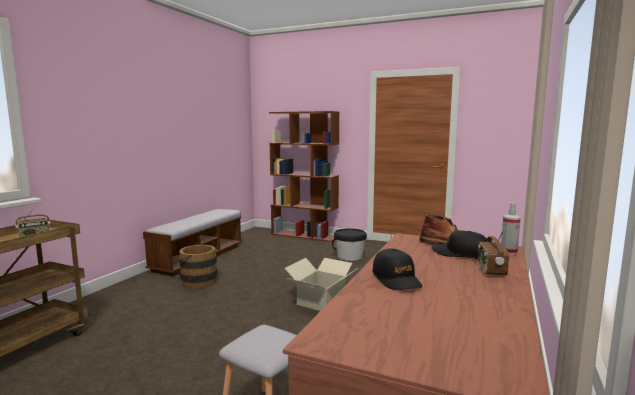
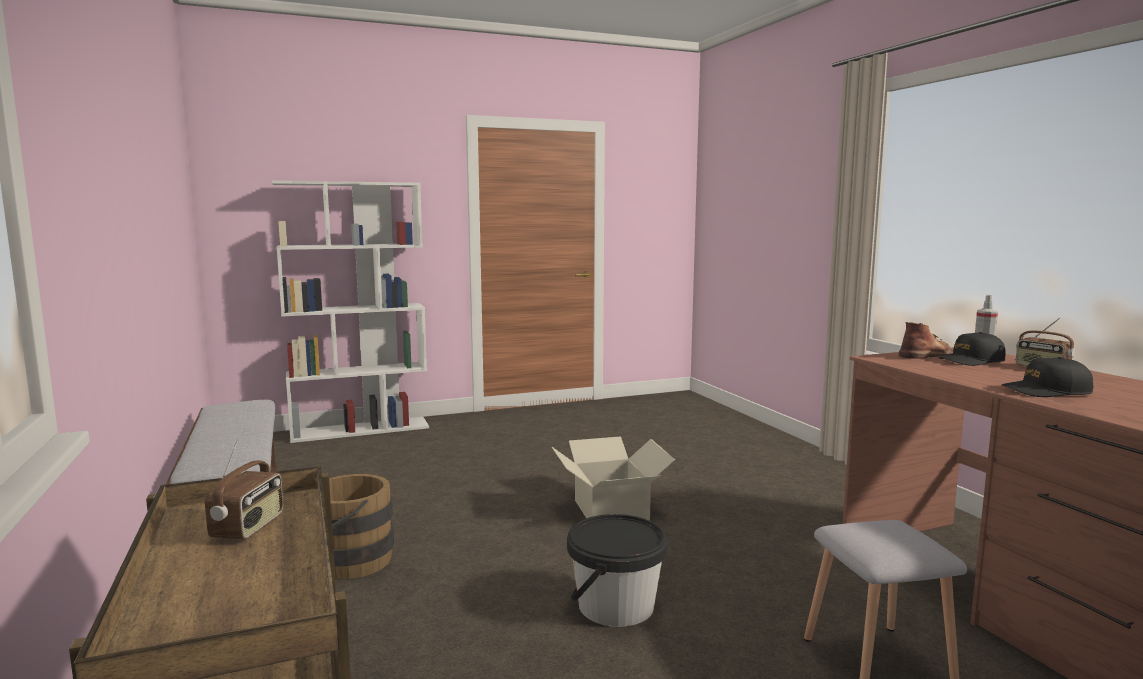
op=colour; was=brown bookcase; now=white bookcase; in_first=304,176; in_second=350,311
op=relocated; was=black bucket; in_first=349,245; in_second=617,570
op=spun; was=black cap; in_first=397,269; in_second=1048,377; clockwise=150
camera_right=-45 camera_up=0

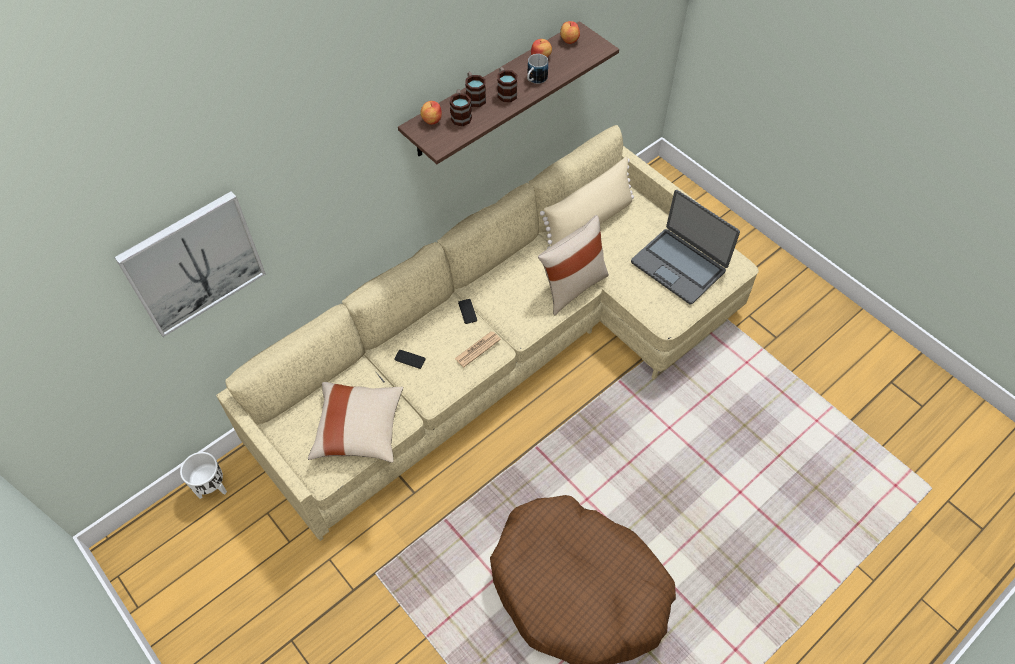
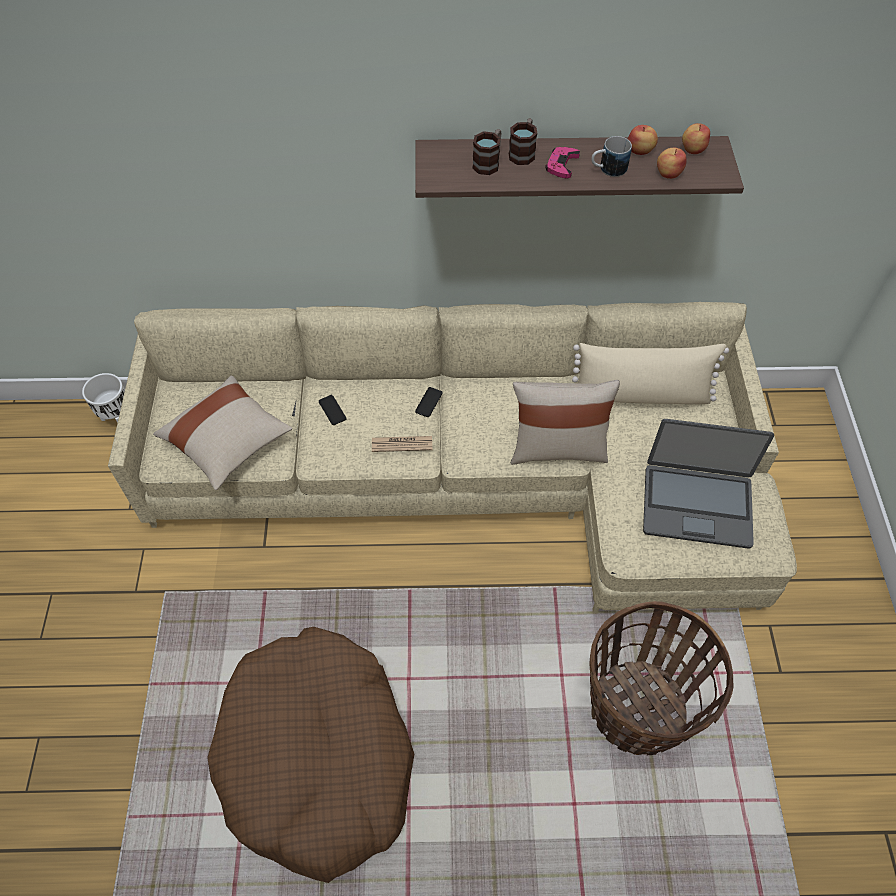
op=exchanged; was=mug; now=pink game controller; in_first=507,84; in_second=562,162
op=relocated; was=apple; in_first=431,113; in_second=671,163
op=spun; was=laptop; in_first=685,247; in_second=708,484; clockwise=-75
op=missing; was=picture; in_first=190,264
op=appeared; now=basket; in_second=661,678
camera_right=40 camera_up=0

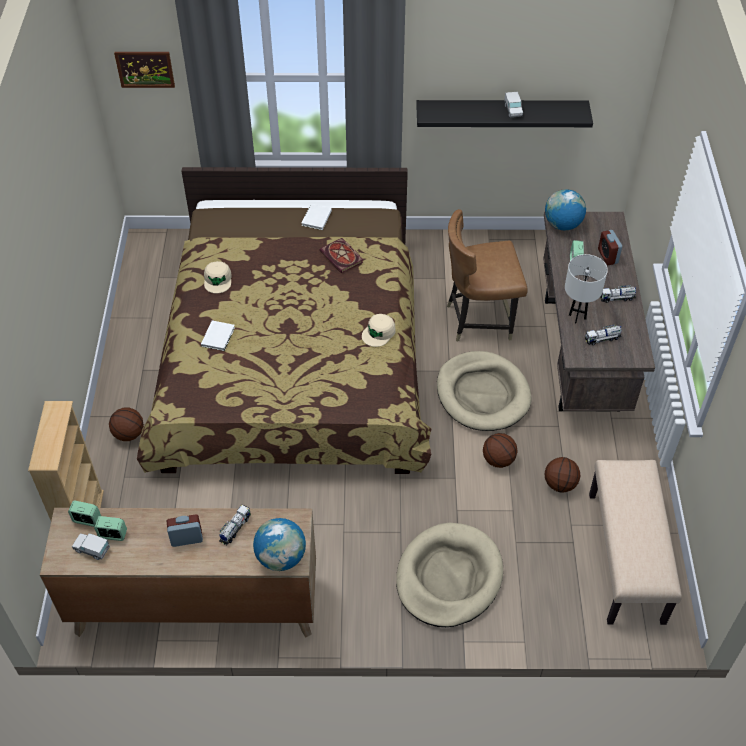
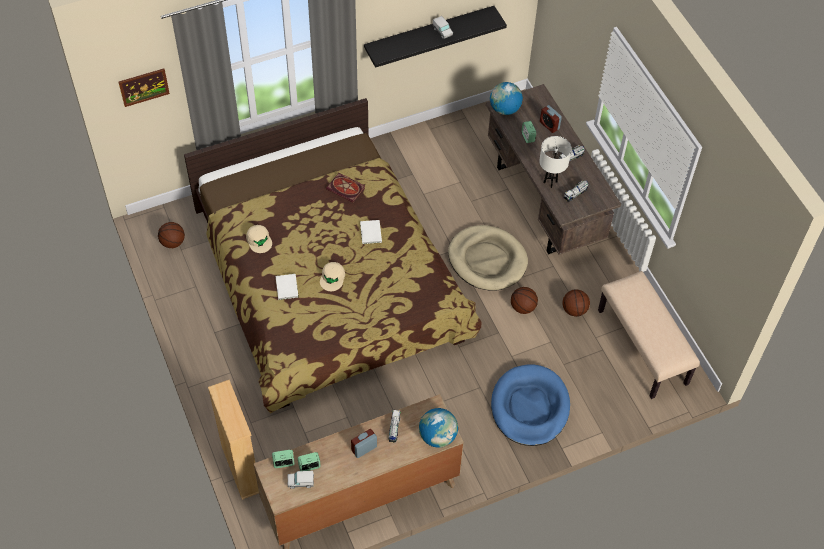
op=relocated; was=white book; in_first=317,217; in_second=371,232
op=missing; was=brown chair; in_first=487,275
op=relocated; was=beige cap; in_first=379,330; in_second=332,276
op=relocated; was=basketball; in_first=126,424; in_second=171,235
op=colour; was=beige dog bed; now=blue dog bed; in_first=449,575; in_second=530,405
camera_right=-25 camera_up=5

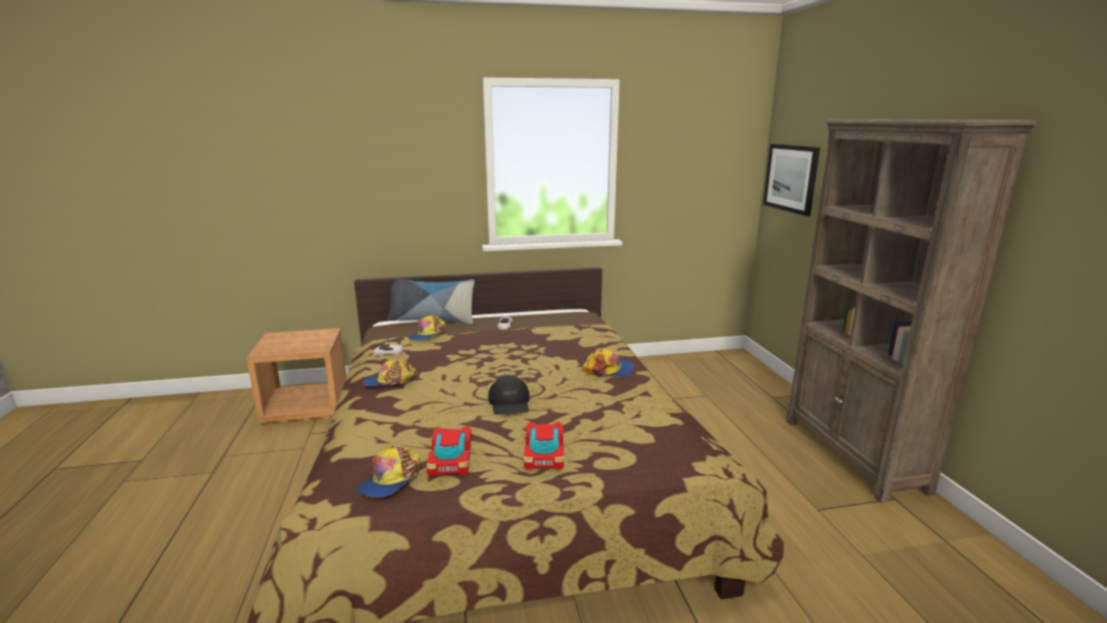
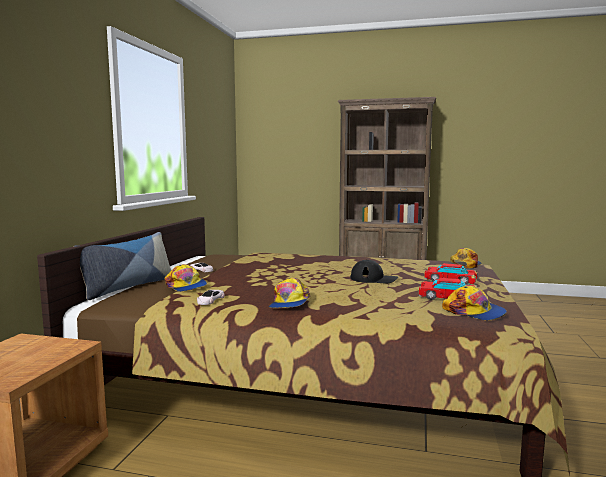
op=missing; was=picture; in_first=791,180
op=relocated; was=cap; in_first=608,362; in_second=466,258
camera_right=-65 camera_up=-10

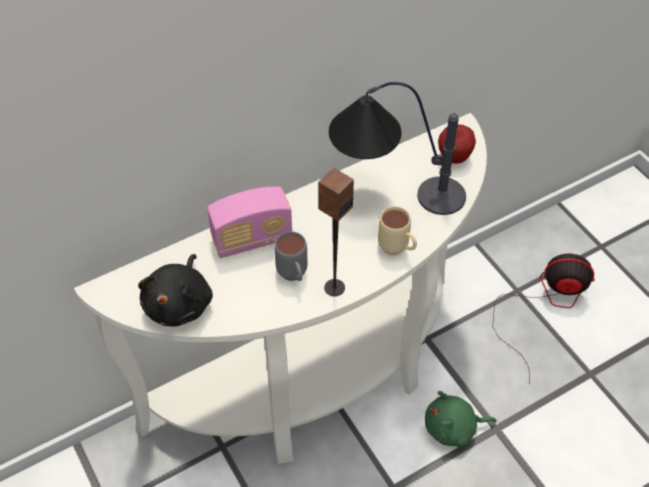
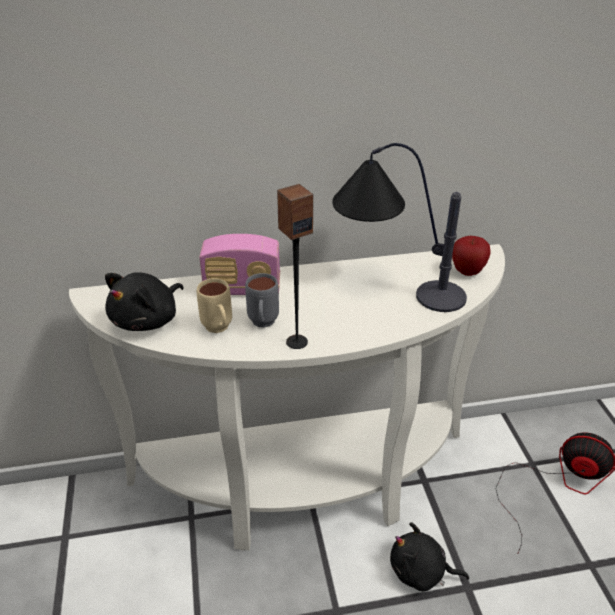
op=relocated; was=beige mug; in_first=397,230; in_second=214,305
op=colour; was=green plush toy; now=black plush toy; in_first=461,419; in_second=429,556
camera_right=20 camera_up=-15

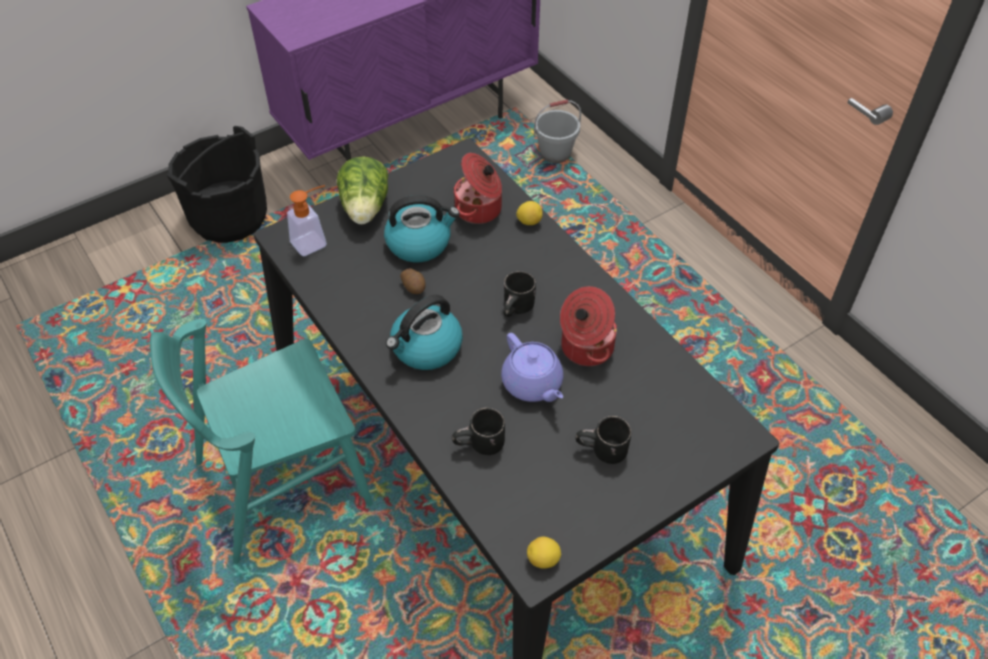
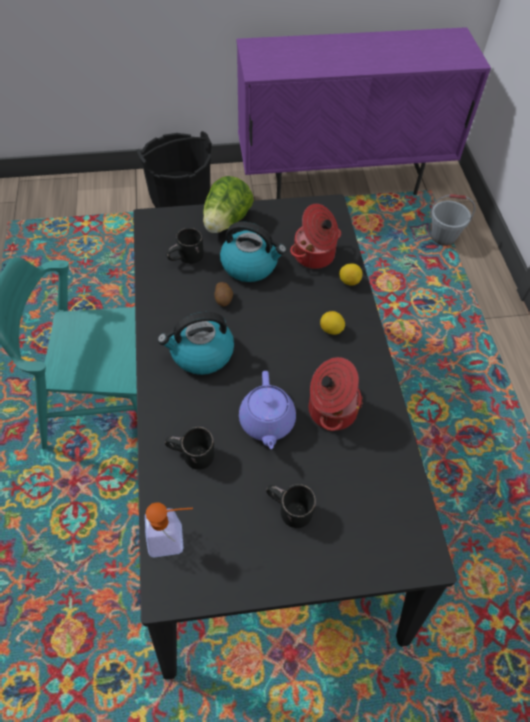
op=relocated; was=soap dispenser; in_first=307,220; in_second=169,529
op=relocated; was=black mug; in_first=519,294; in_second=185,246
op=relocated; was=lemon; in_first=544,553; in_second=332,323
camera_right=25 camera_up=5

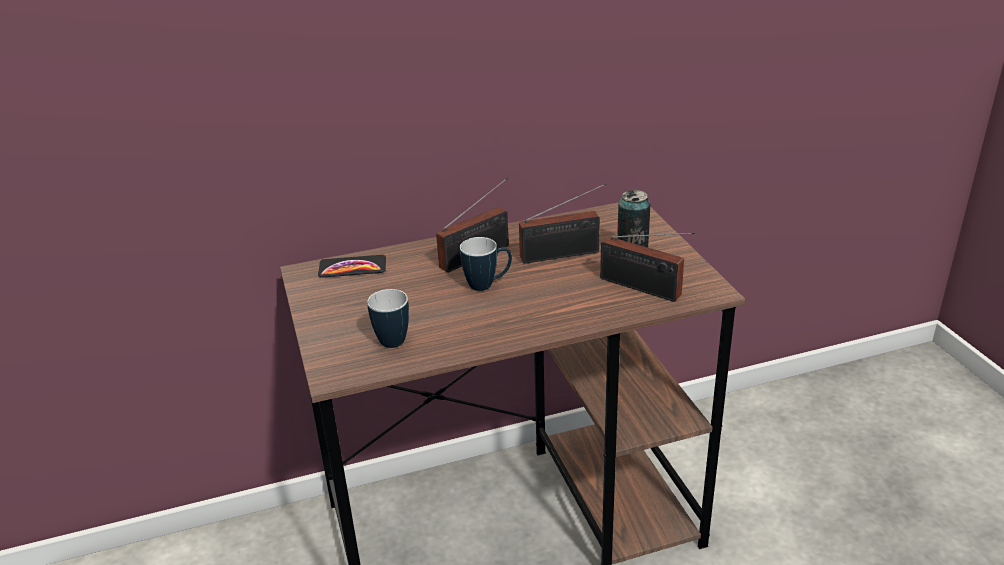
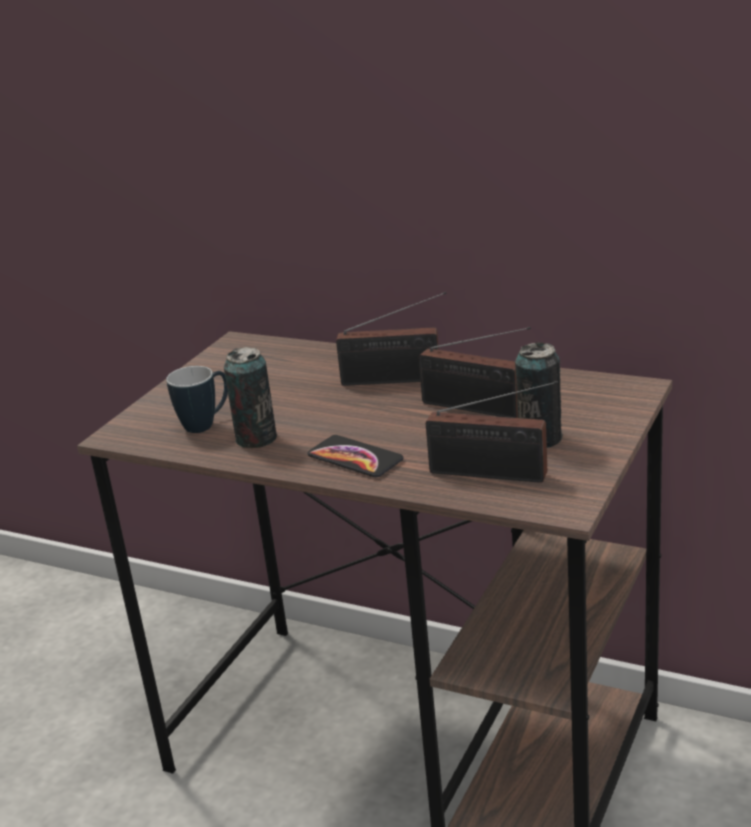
op=spun; was=radio; in_first=647,267; in_second=492,432; clockwise=-60
op=missing; was=mug; in_first=486,264
op=relocated; was=phone; in_first=352,266; in_second=356,456
op=appeared; now=can; in_second=250,397
camera_right=45 camera_up=-5

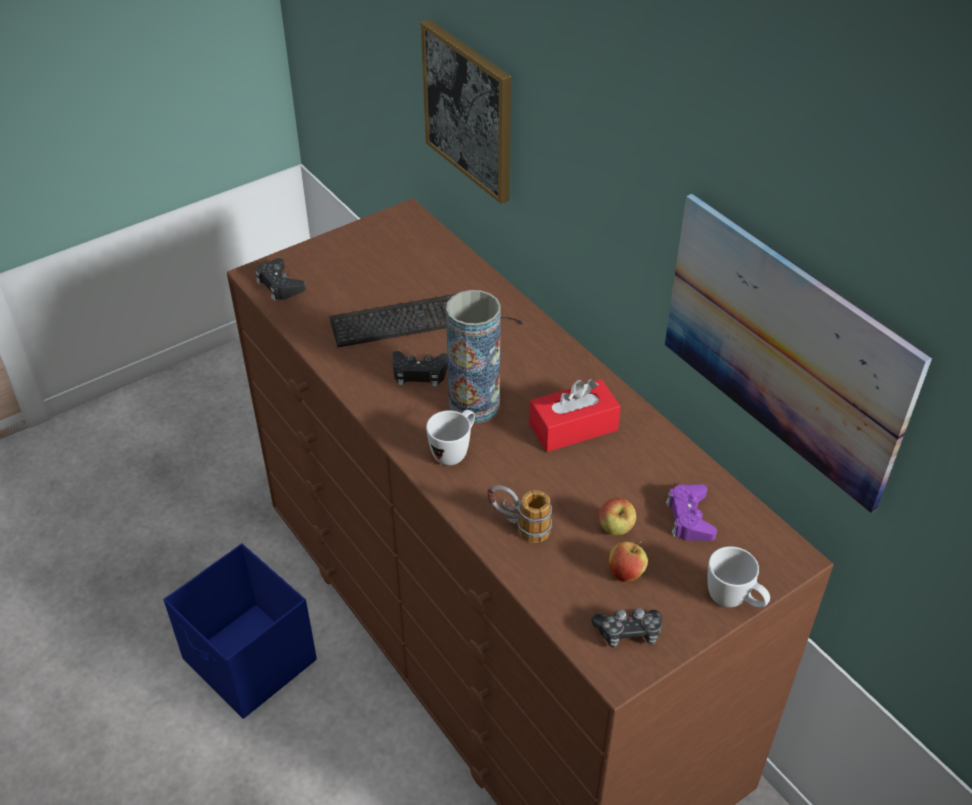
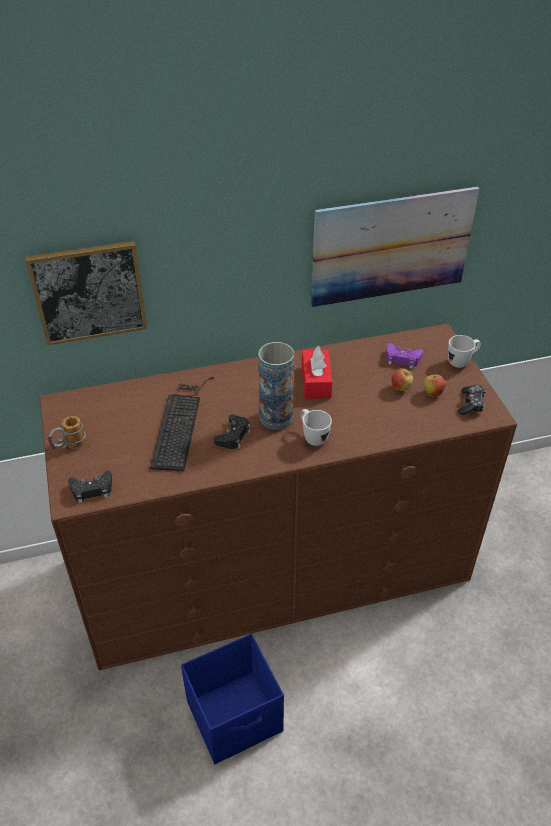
op=relocated; was=mug; in_first=519,514; in_second=67,432
camera_right=-70 camera_up=0

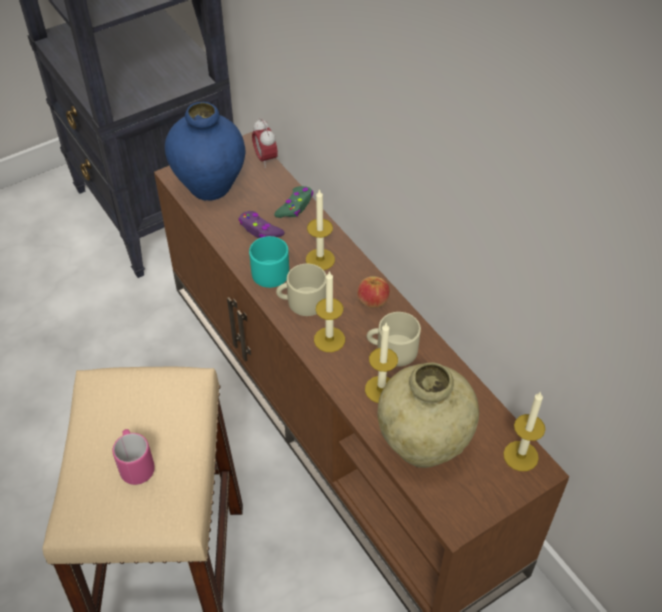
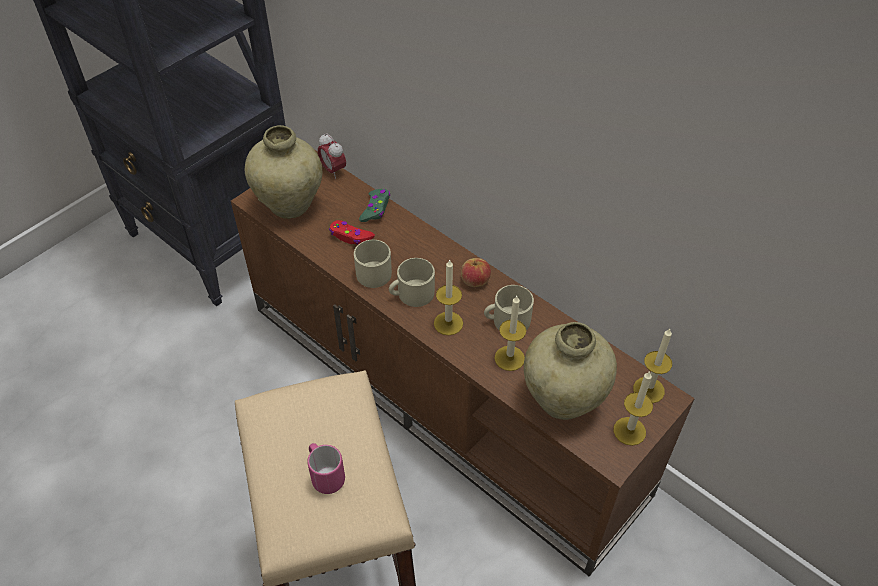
op=colour; was=blue vase; now=beige vase; in_first=205,151; in_second=283,172
op=relocated; was=candle; in_first=320,229; in_second=633,408
op=colour; was=purple game controller; now=red game controller; in_first=261,224; in_second=352,232
op=colour; was=turquoise mug; now=beige mug; in_first=269,262; in_second=373,264
camera_right=-15 camera_up=0

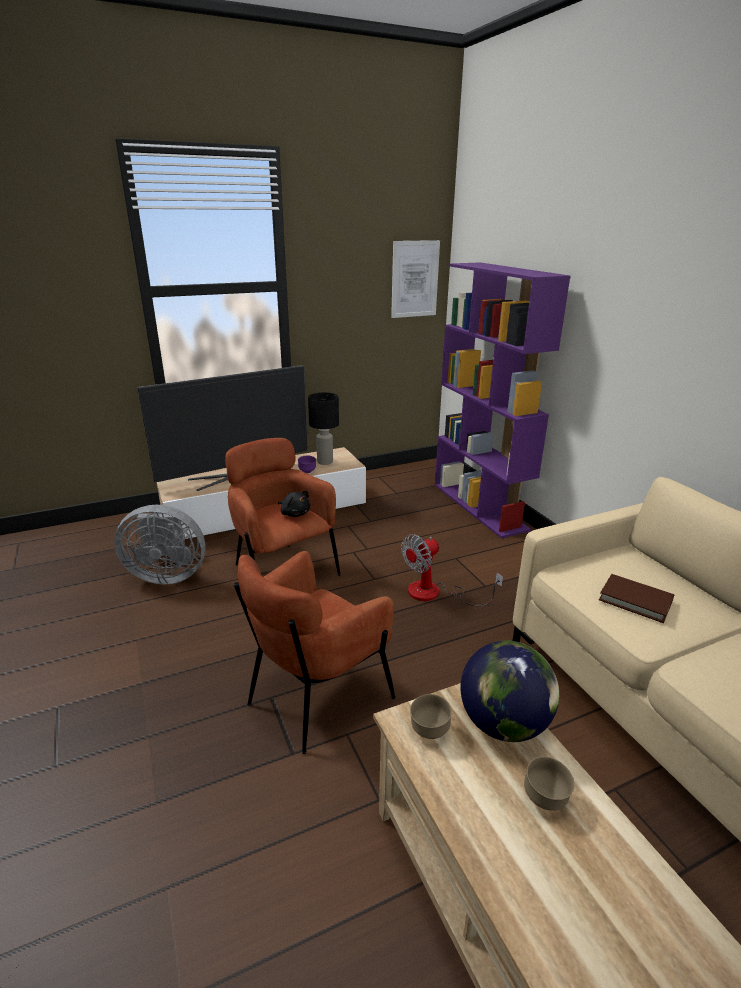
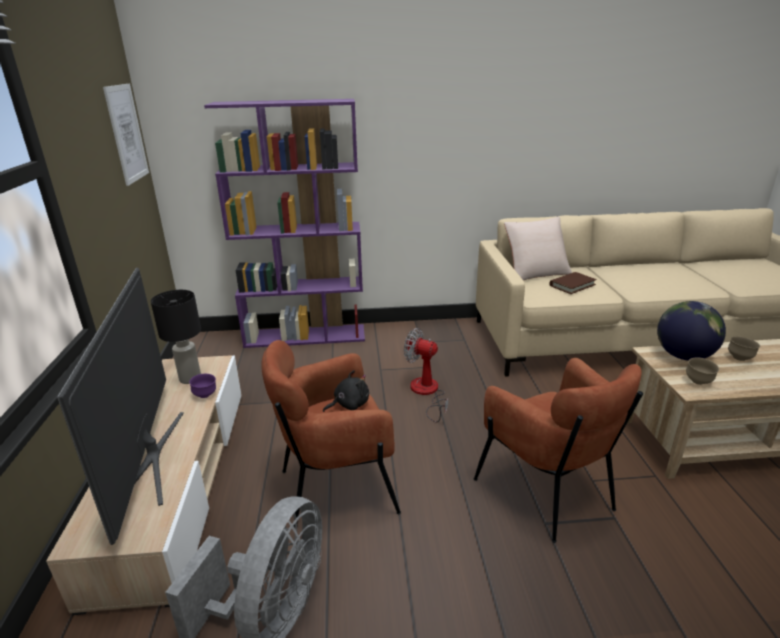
op=spun; was=fan; in_first=452,570; in_second=426,375; clockwise=135
op=appeared; now=beige pillow; in_second=538,248
camera_right=-70 camera_up=0

